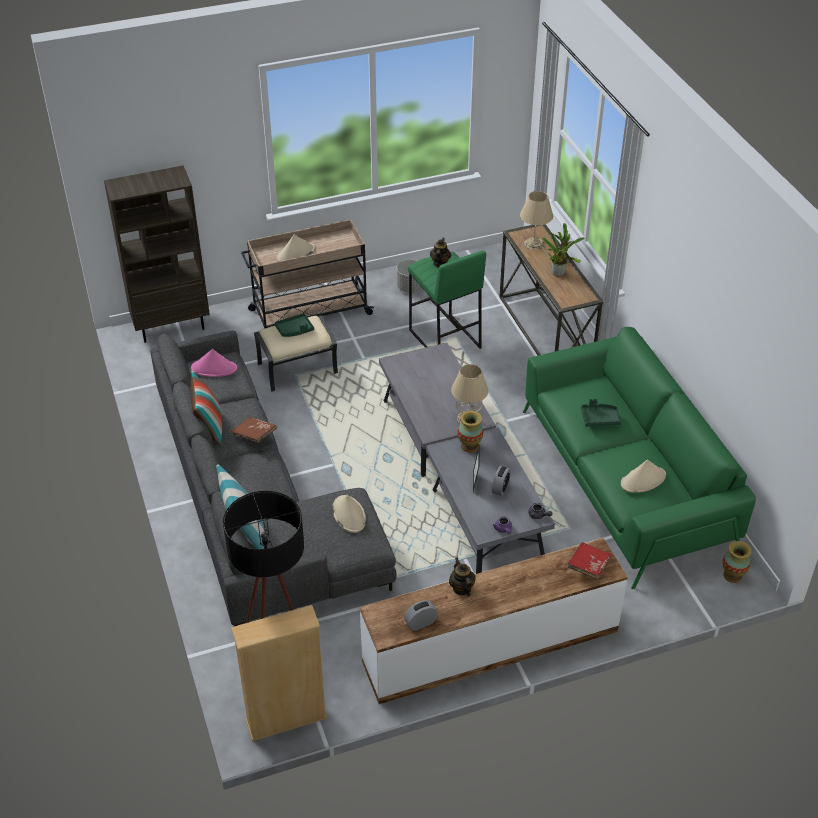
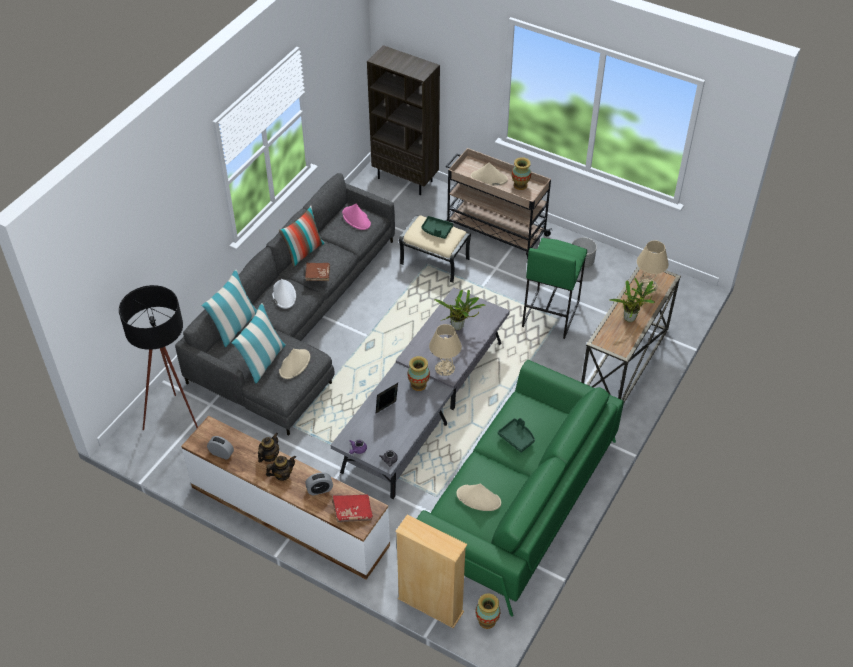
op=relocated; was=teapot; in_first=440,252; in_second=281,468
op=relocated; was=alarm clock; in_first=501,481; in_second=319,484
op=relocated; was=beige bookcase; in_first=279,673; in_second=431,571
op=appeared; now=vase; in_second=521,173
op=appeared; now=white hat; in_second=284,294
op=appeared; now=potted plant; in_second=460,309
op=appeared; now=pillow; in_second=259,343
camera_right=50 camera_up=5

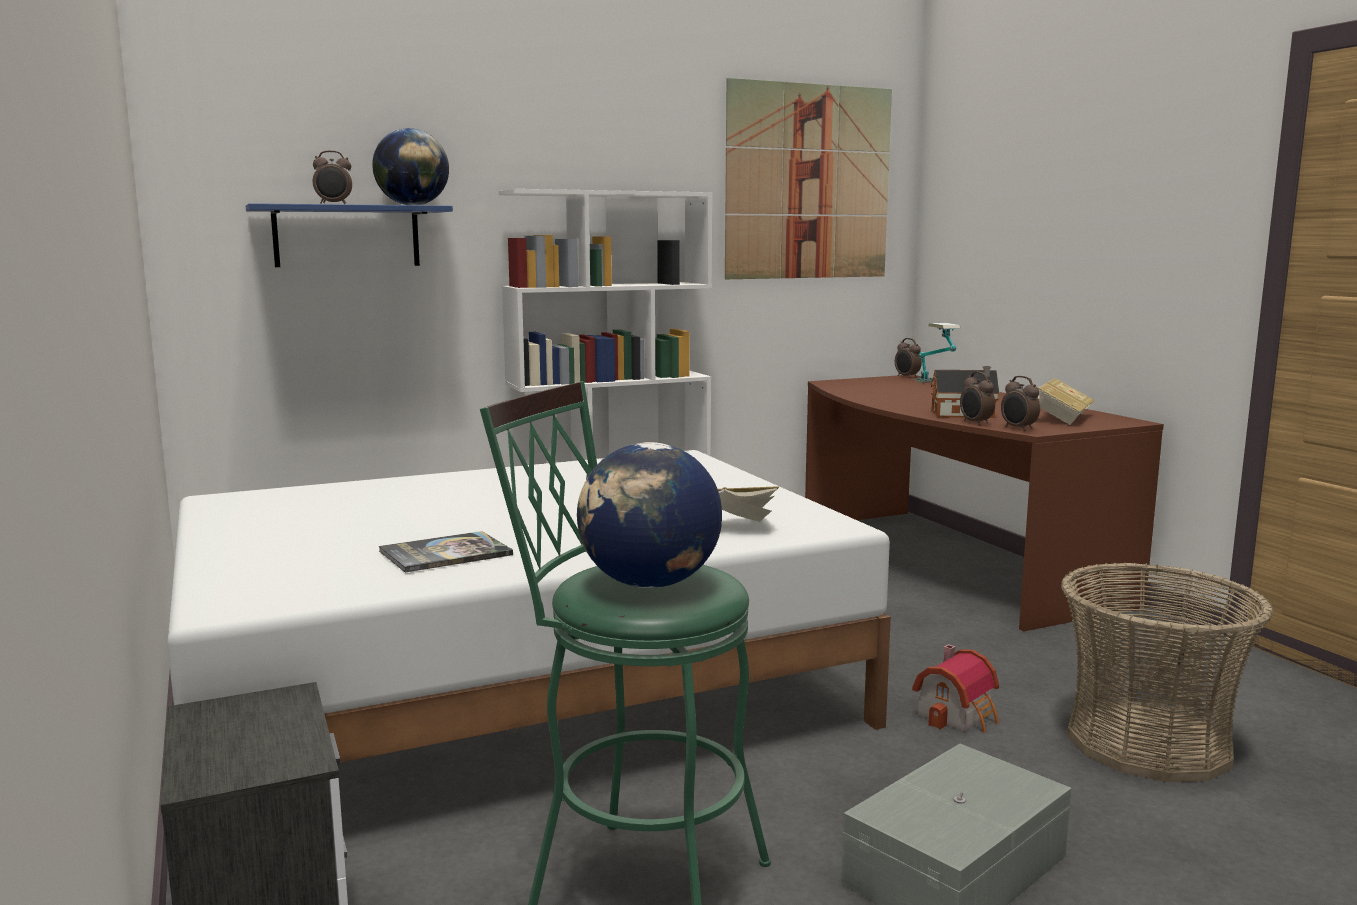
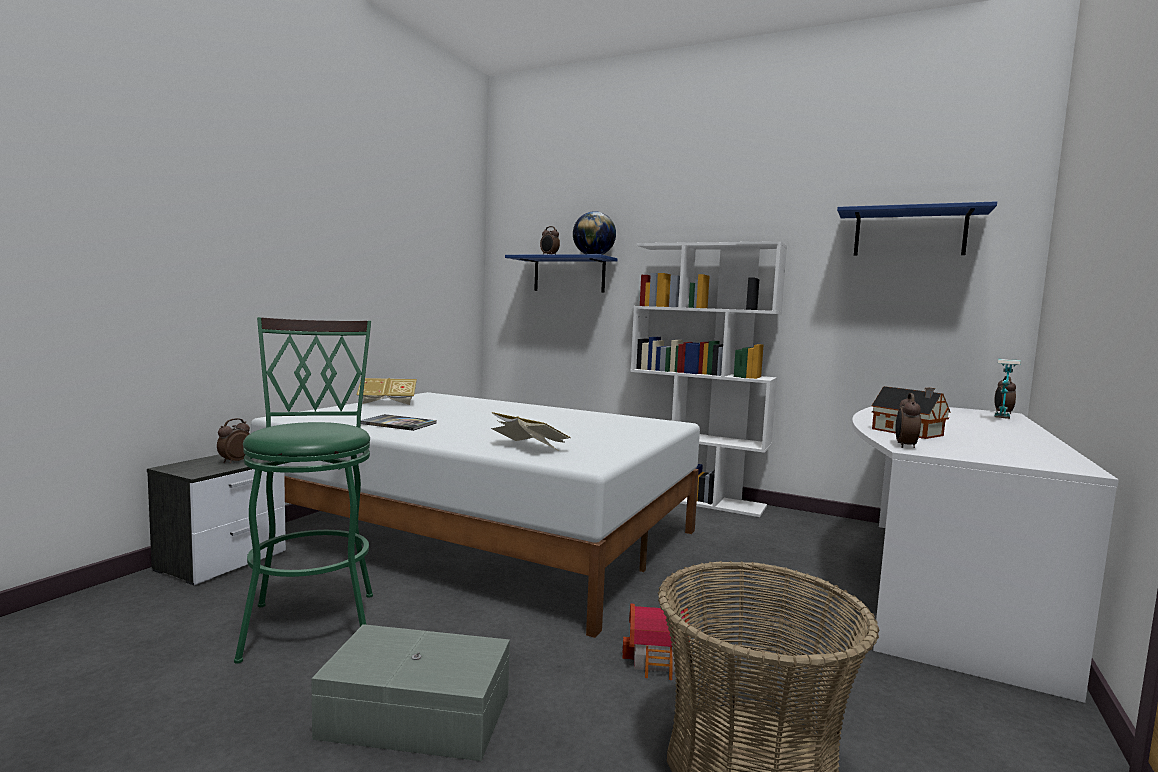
op=exchanged; was=picture; now=blue shelf; in_first=808,178; in_second=917,228
op=relocated; was=alarm clock; in_first=977,398; in_second=233,440
op=colour; was=brown desk; now=white desk; in_first=984,503; in_second=985,555
op=relocated; was=book; in_first=1066,401; in_second=386,391
op=missing; was=globe; in_first=649,515
camera_right=50 camera_up=-5

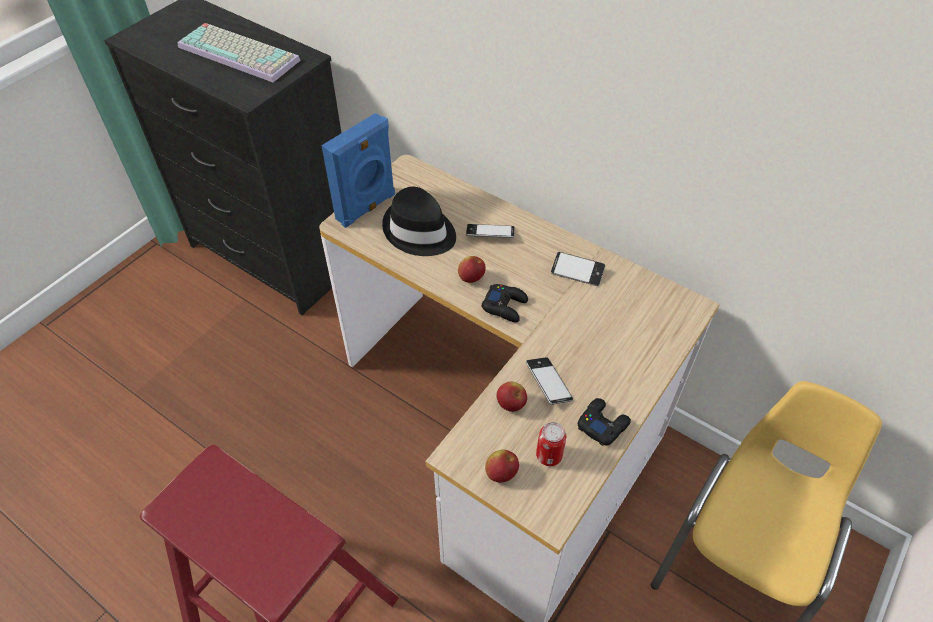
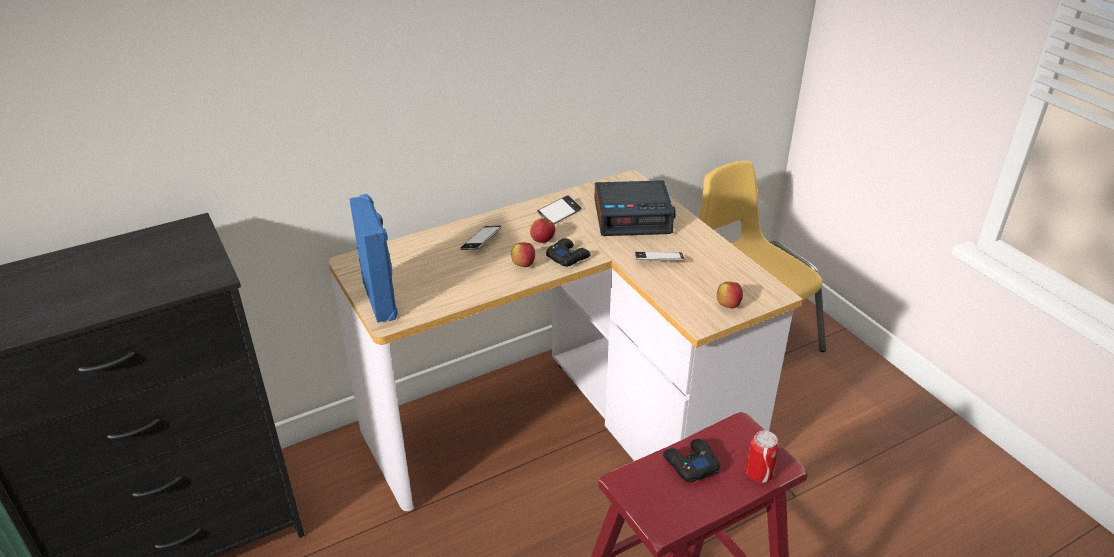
op=missing; was=keyboard; in_first=239,52
op=missing; was=black hat; in_first=419,221
op=relocated; was=apple; in_first=512,397; in_second=543,230
op=relocated; was=black game controller; in_first=604,422; in_second=691,461
op=relocated; was=can; in_first=551,444; in_second=762,457
op=appeared; now=alarm clock; in_second=635,208
camera_right=-65 camera_up=-15

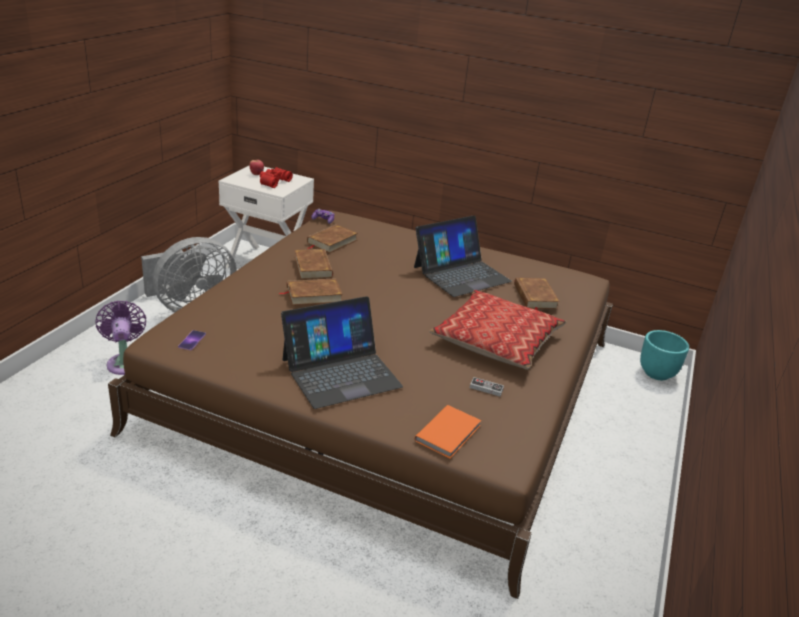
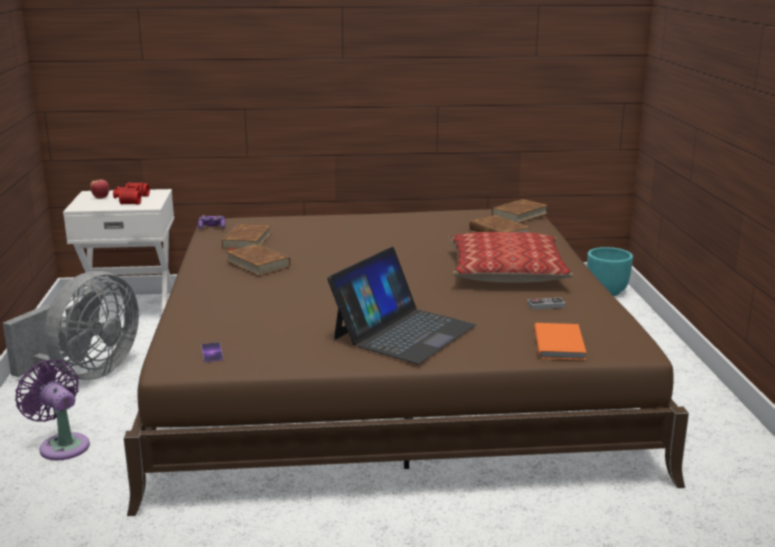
op=missing; was=laptop; in_first=463,256
op=relocated; was=brown book; in_first=311,292; in_second=520,211
camera_right=-25 camera_up=-10

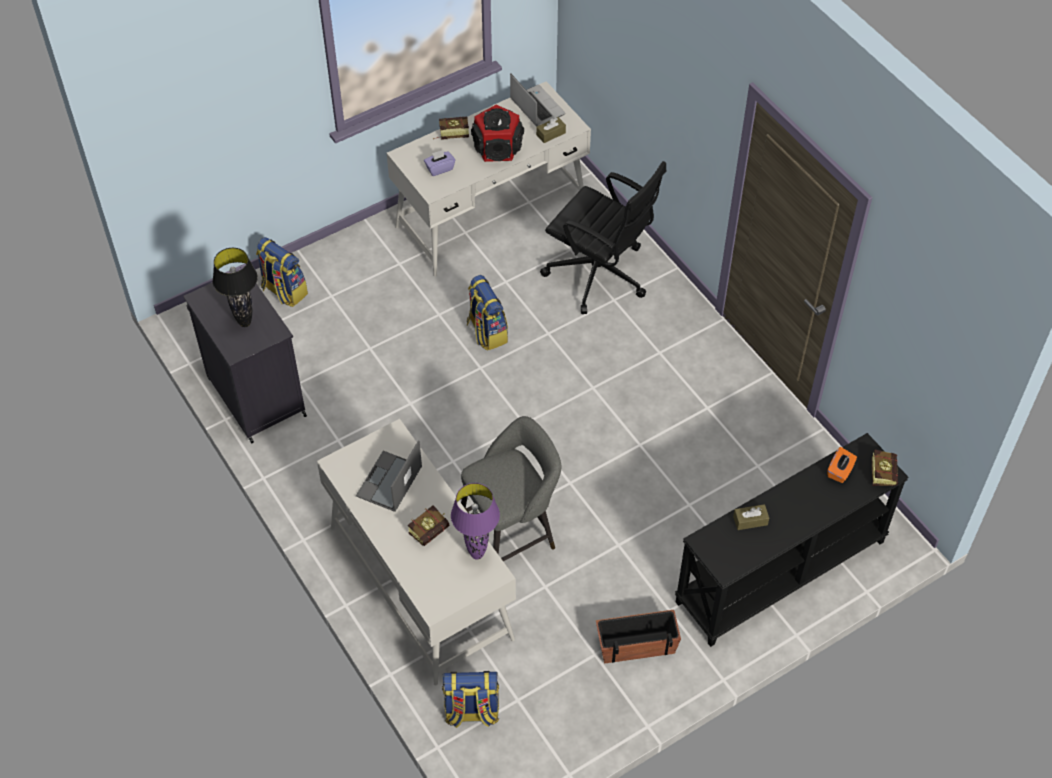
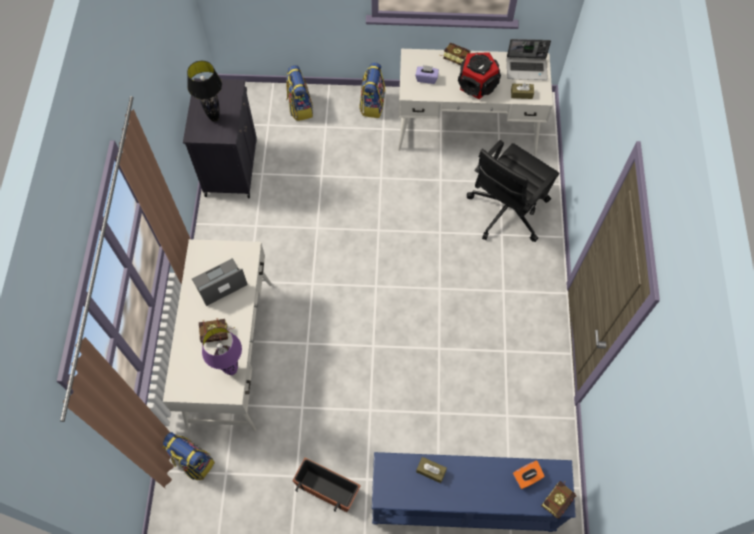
op=spun; was=laptop; in_first=537,100; in_second=528,59; clockwise=90
op=spun; was=black office chair; in_first=603,237; in_second=513,191; clockwise=60
op=relocated; was=backpack; in_first=487,313; in_second=372,90
op=missing; was=grey stool; in_first=511,488
op=colour; was=black console table; now=blue console table; in_first=792,540; in_second=474,492
camera_right=35 camera_up=10

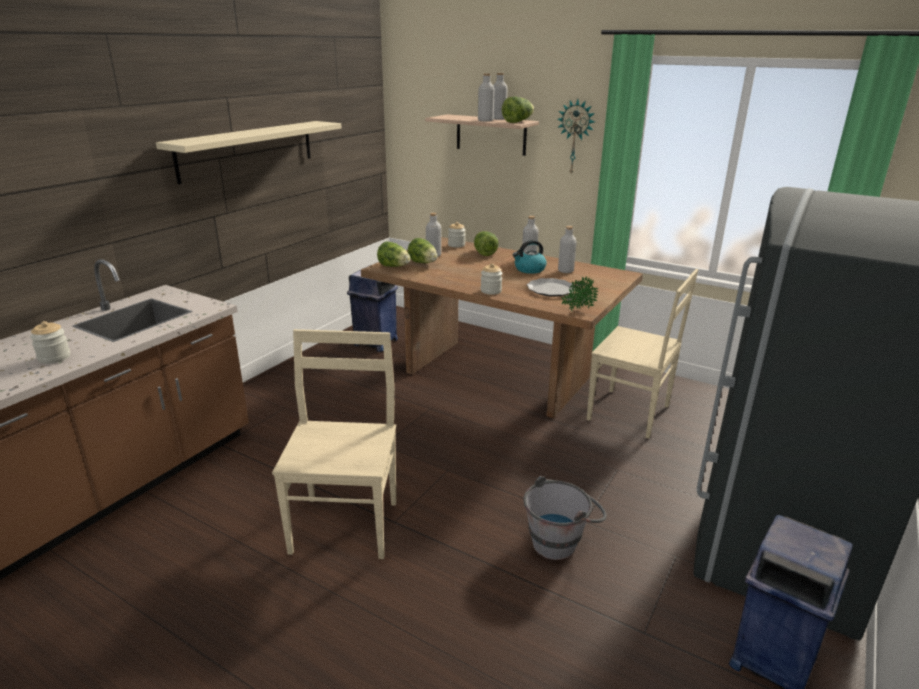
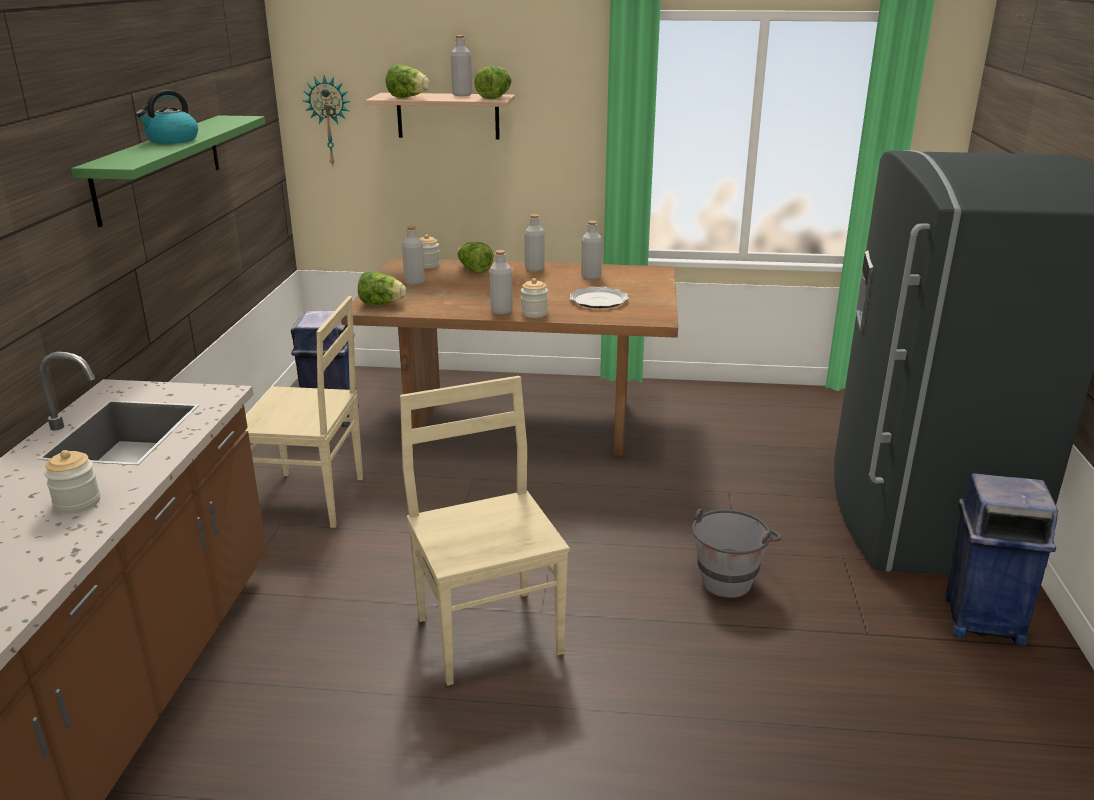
op=relocated; was=grey bottle; in_first=486,97; in_second=501,282
op=relocated; was=wall clock; in_first=576,137; in_second=327,120
op=colour; was=beige shelf; now=green shelf; in_first=249,152; in_second=168,171
op=relocated; was=lettuce; in_first=422,250; in_second=407,81
op=relocated; was=kettle; in_first=530,257; in_second=167,117
op=relocated; was=beige chair; in_first=642,354; in_second=304,412
op=missing; was=potted plant; in_first=580,293
camera_right=-25 camera_up=0

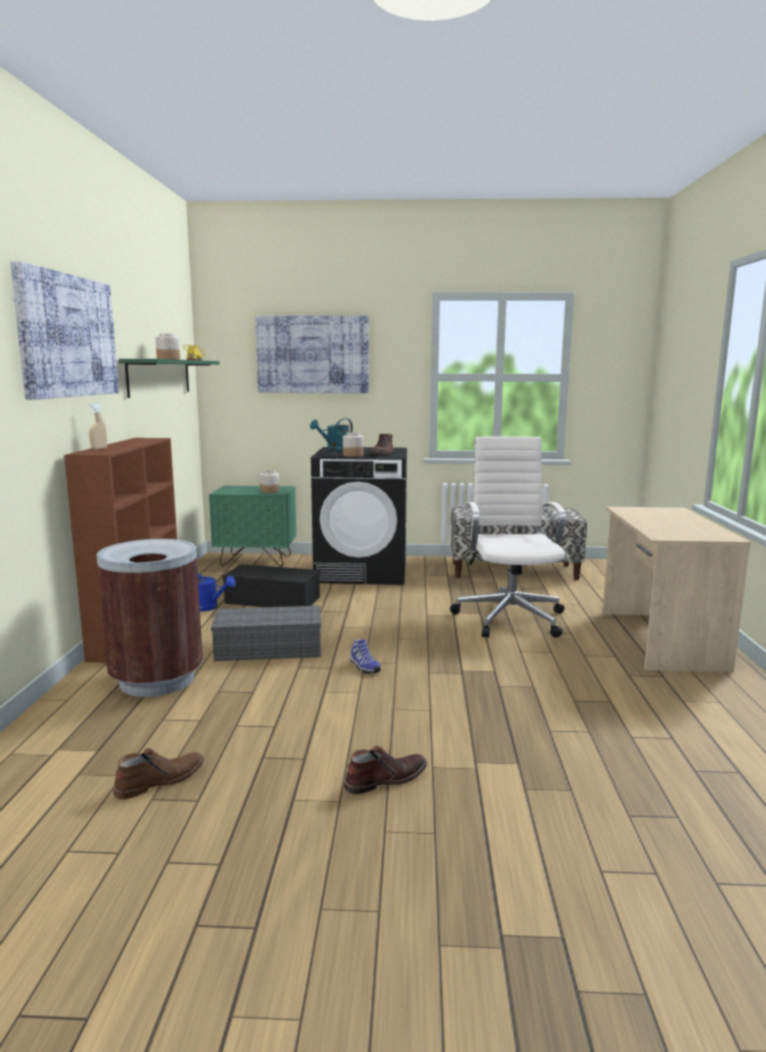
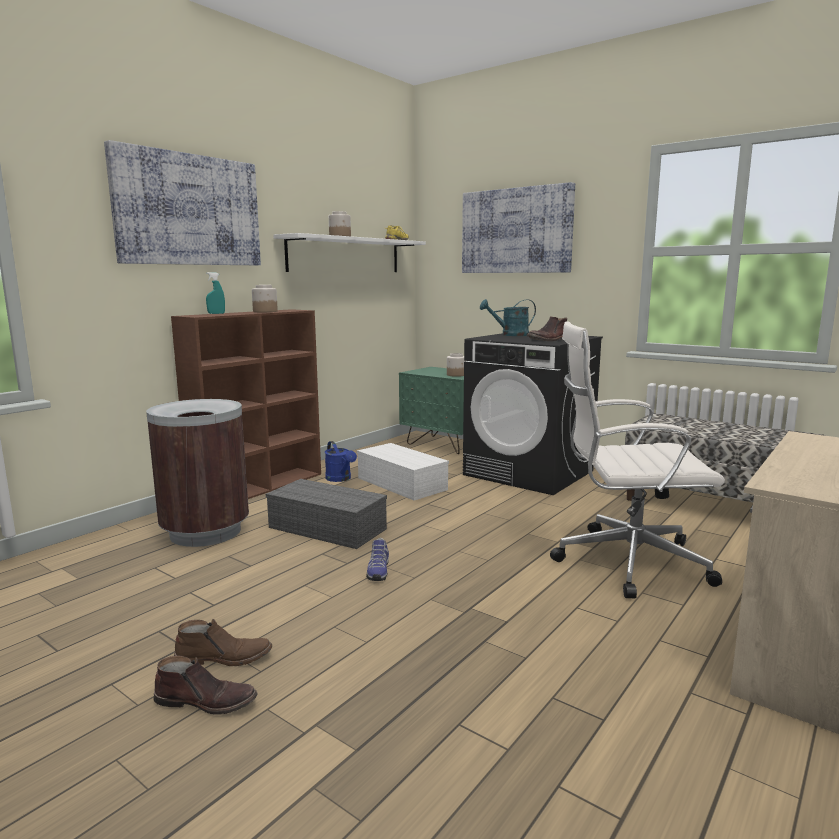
op=colour; was=green shelf; now=white shelf; in_first=169,378; in_second=349,252
op=colour; was=beige spray bottle; now=turquoise spray bottle; in_first=97,426; in_second=215,293
op=relocated; was=jar; in_first=353,444; in_second=265,298
op=spun; was=white office chair; in_first=508,537; in_second=637,459; clockwise=-120
op=colour; was=black storage box; now=white storage box; in_first=271,585; in_second=403,471
op=relocated; was=brown boot; in_first=158,773; in_second=223,642
camera_right=35 camera_up=0

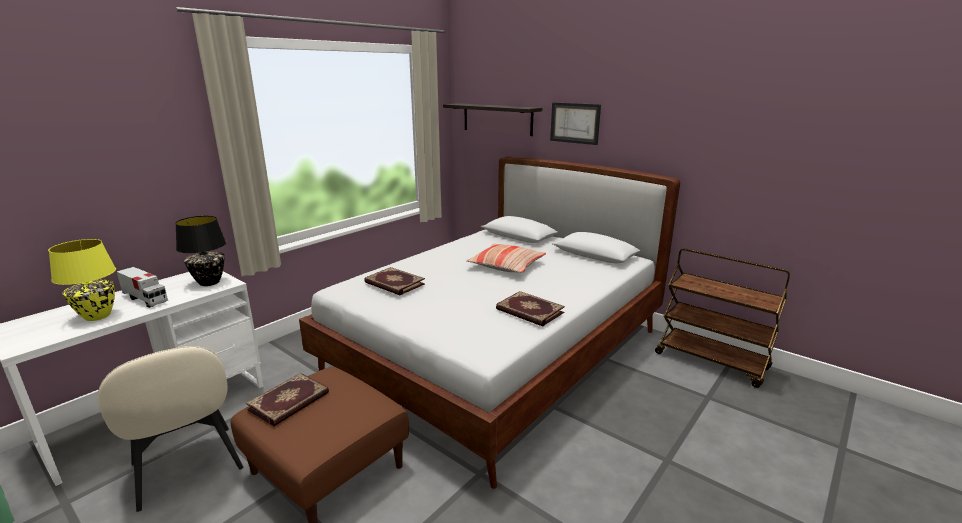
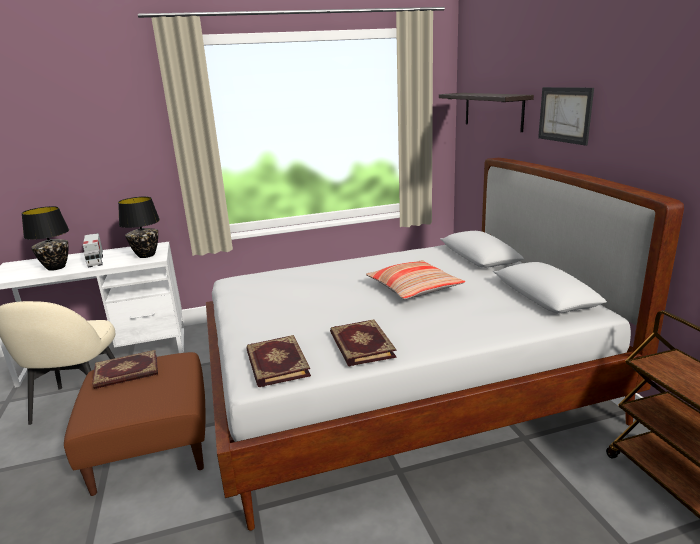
op=colour; was=yellow table lamp; now=black table lamp; in_first=82,280; in_second=45,238
op=relocated; was=book; in_first=394,281; in_second=278,361
camera_right=35 camera_up=0

